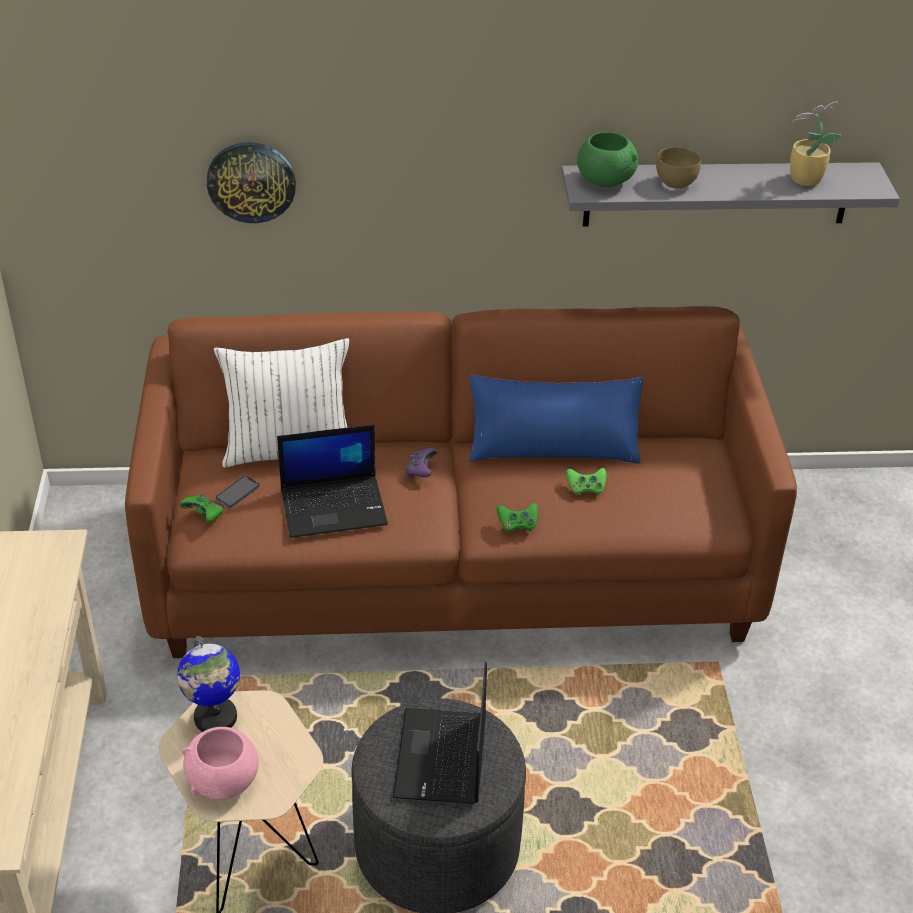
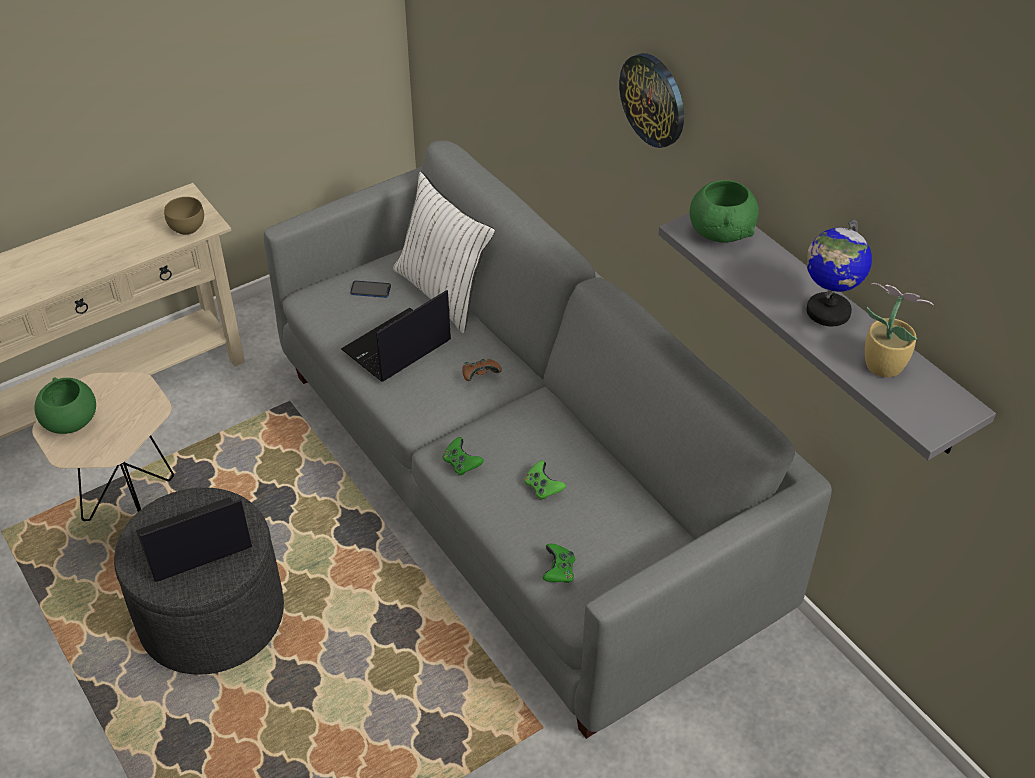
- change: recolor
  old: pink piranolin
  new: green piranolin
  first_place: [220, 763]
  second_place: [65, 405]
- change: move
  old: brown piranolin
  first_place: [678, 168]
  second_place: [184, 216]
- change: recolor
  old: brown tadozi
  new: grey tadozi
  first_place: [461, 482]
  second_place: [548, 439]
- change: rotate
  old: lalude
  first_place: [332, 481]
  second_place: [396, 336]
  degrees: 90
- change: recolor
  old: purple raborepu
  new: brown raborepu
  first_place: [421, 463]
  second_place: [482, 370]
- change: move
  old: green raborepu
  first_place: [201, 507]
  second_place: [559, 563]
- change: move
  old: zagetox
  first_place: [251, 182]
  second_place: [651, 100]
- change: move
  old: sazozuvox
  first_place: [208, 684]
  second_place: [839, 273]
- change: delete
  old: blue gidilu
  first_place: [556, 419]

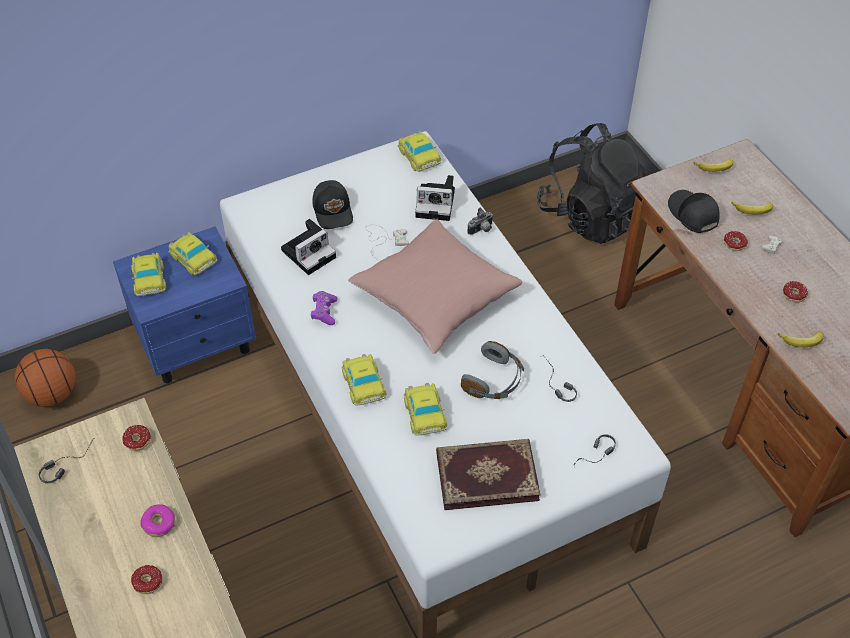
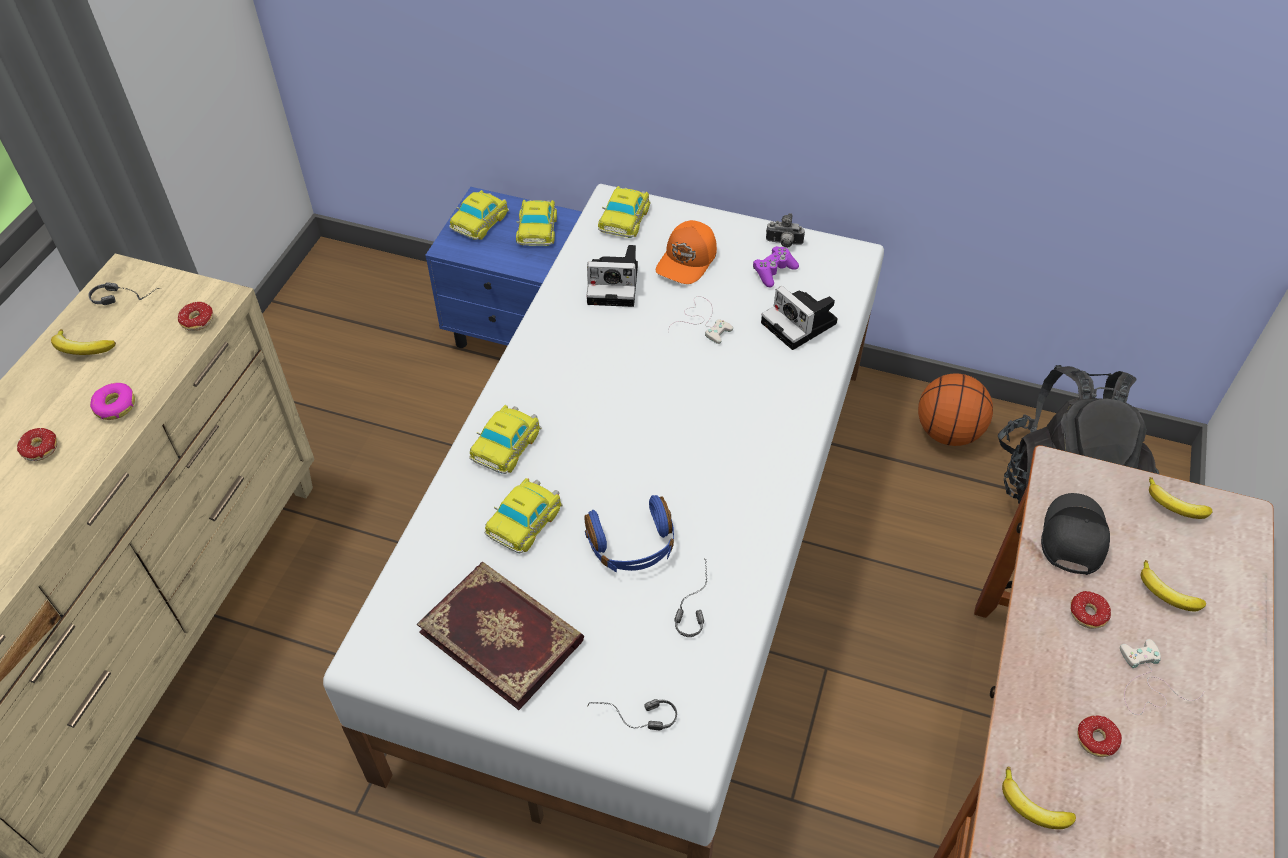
- change: insert
  new: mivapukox
  second_place: [83, 342]
- change: recolor
  old: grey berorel
  new: blue berorel
  first_place: [492, 370]
  second_place: [629, 533]
- change: move
  old: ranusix
  first_place: [419, 151]
  second_place: [624, 212]
- change: recolor
  old: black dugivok
  new: orange dugivok
  first_place: [333, 204]
  second_place: [686, 252]
- change: move
  old: purple raborepu
  first_place: [324, 308]
  second_place: [776, 266]
- change: move
  old: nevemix
  first_place: [480, 221]
  second_place: [785, 230]
- change: move
  old: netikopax
  first_place: [45, 378]
  second_place: [955, 409]
- change: delete
  old: pink gidilu
  first_place: [435, 286]

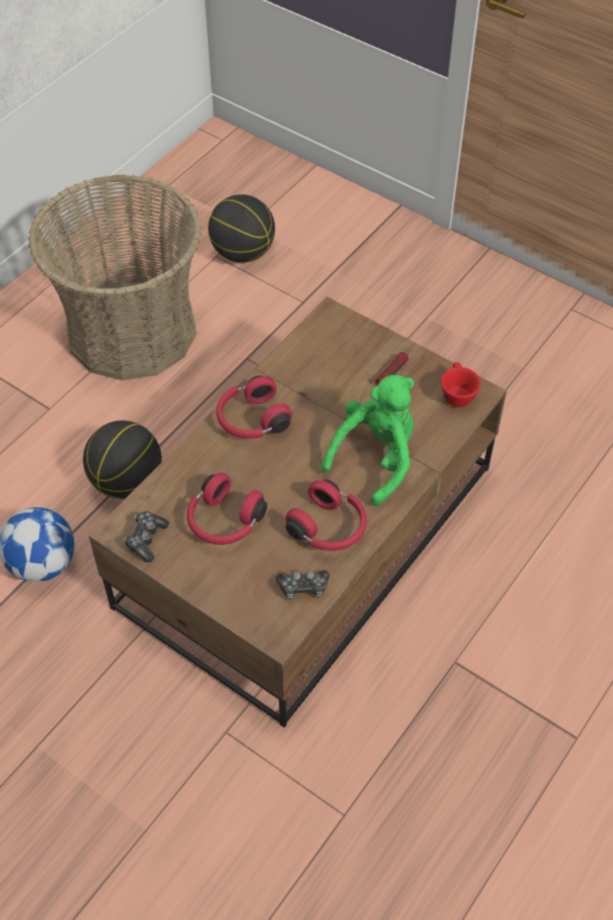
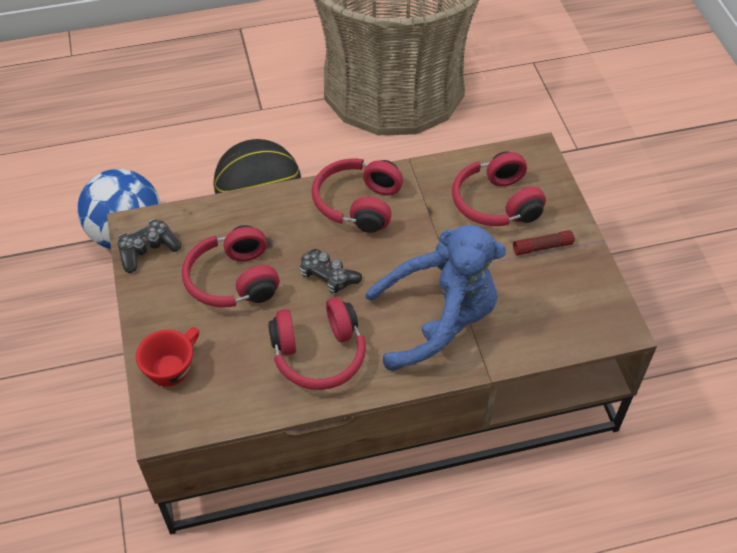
- change: move
  old: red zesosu
  first_place: [461, 384]
  second_place: [167, 357]
- change: move
  old: raborepu
  first_place: [302, 585]
  second_place: [331, 271]
- change: recolor
  old: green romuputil
  new: blue romuputil
  first_place: [367, 440]
  second_place: [436, 298]
- change: insert
  new: red berorel
  second_place: [499, 189]
- change: delete
  old: netikopax
  first_place: [241, 228]

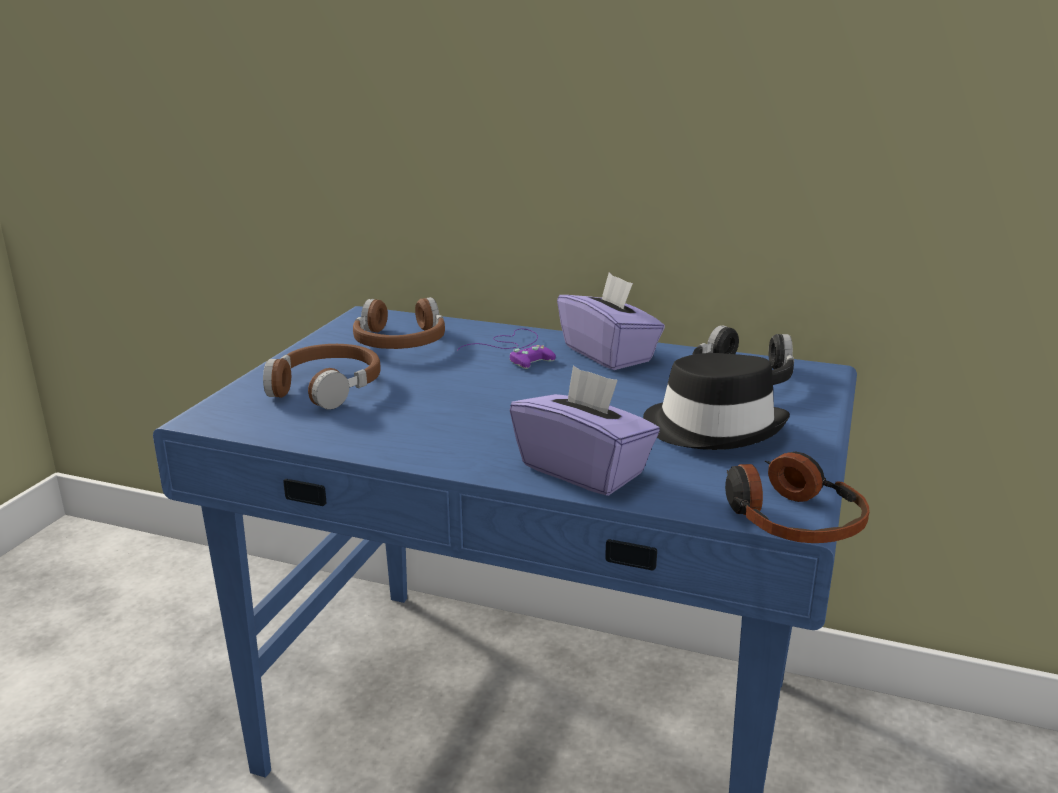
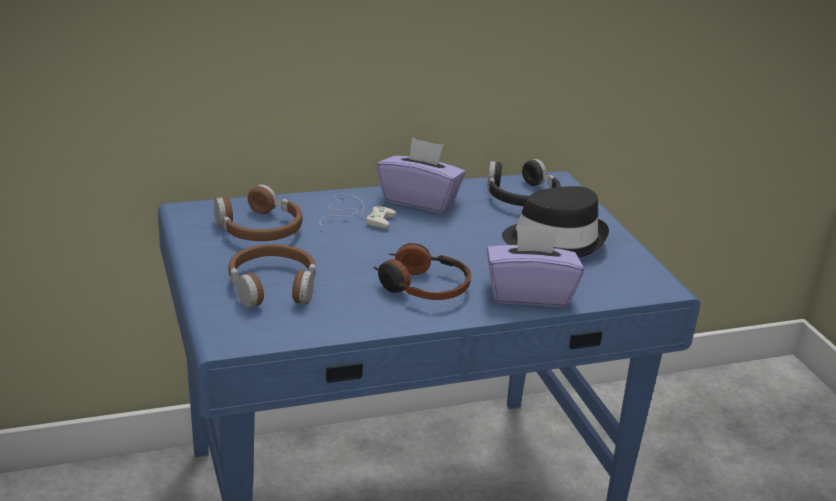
- change: recolor
  old: purple raborepu
  new: white raborepu
  first_place: [506, 349]
  second_place: [358, 211]
- change: move
  old: berorel
  first_place: [797, 497]
  second_place: [422, 271]

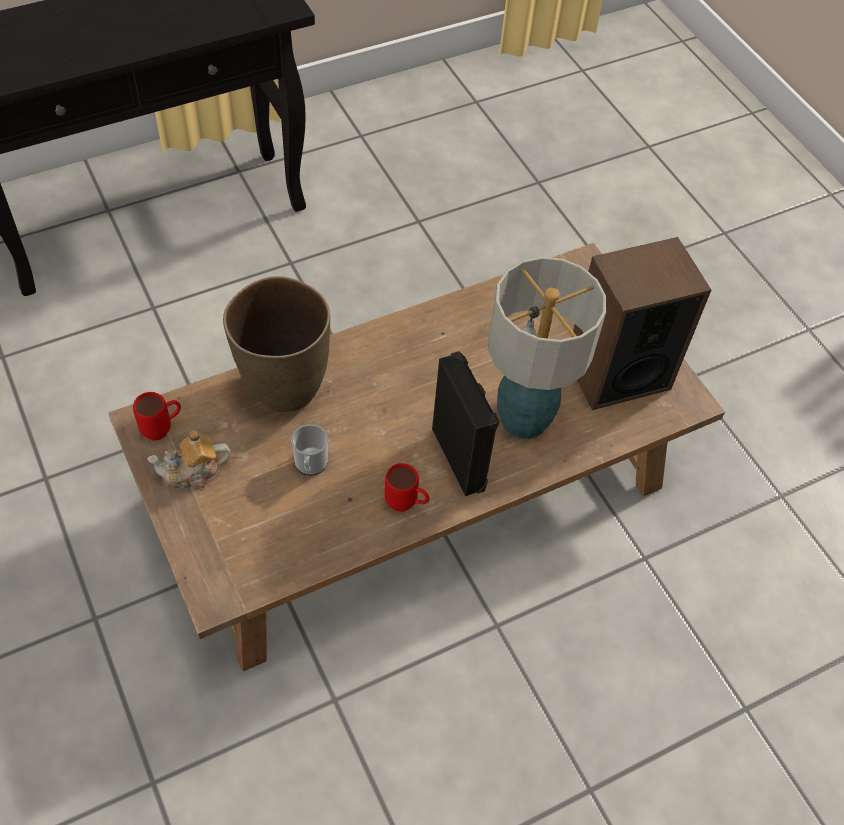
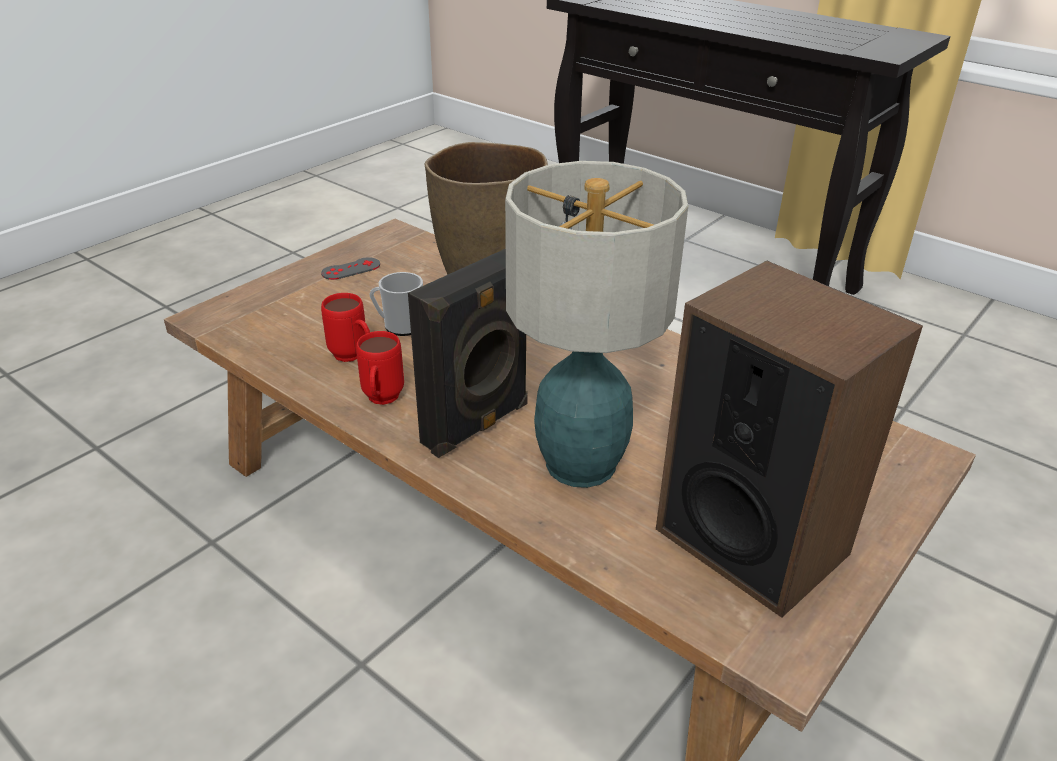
- change: replace
  old: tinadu
  new: grey raborepu
  first_place: [188, 459]
  second_place: [350, 268]
- change: move
  old: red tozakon
  first_place: [157, 416]
  second_place: [345, 327]

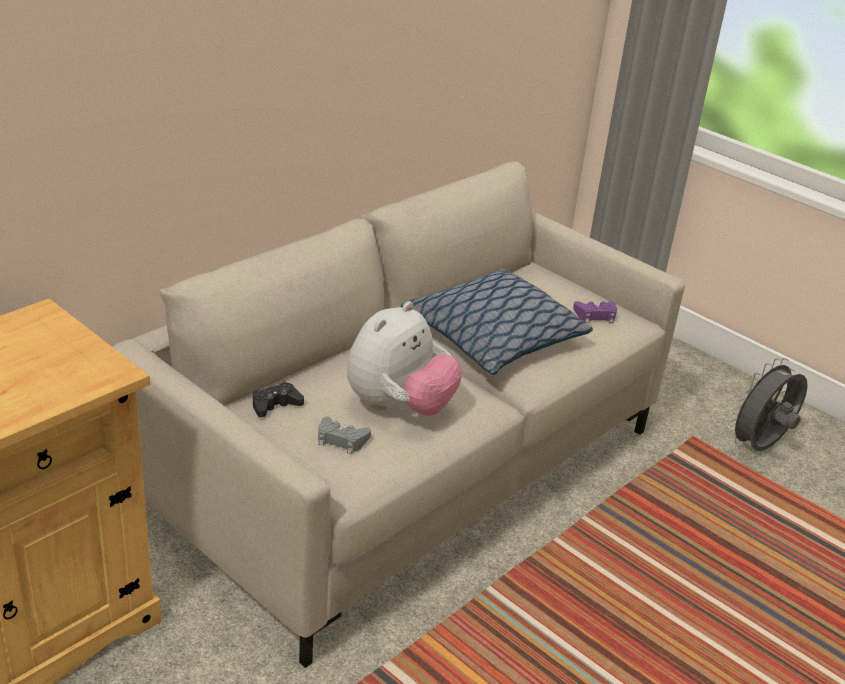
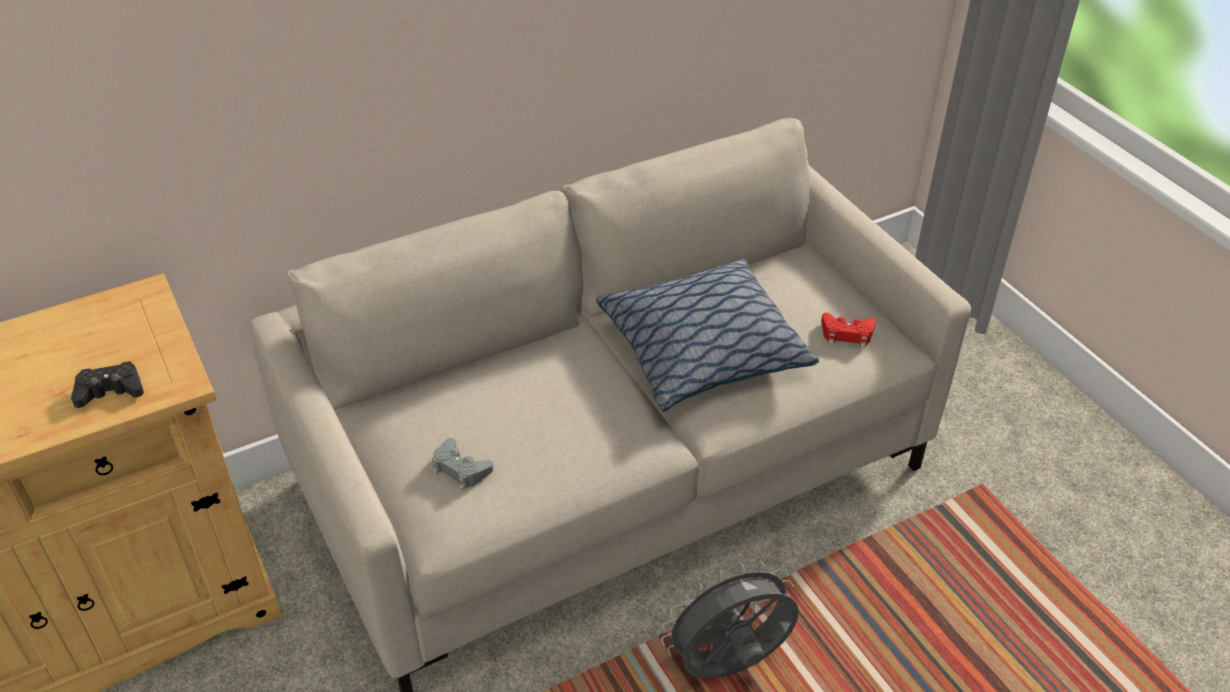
- change: move
  old: black raborepu
  first_place: [278, 399]
  second_place: [107, 384]
- change: move
  old: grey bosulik
  first_place: [767, 404]
  second_place: [730, 619]
- change: recolor
  old: purple raborepu
  new: red raborepu
  first_place: [595, 312]
  second_place: [848, 330]
- change: delete
  old: romuputil
  first_place: [404, 358]

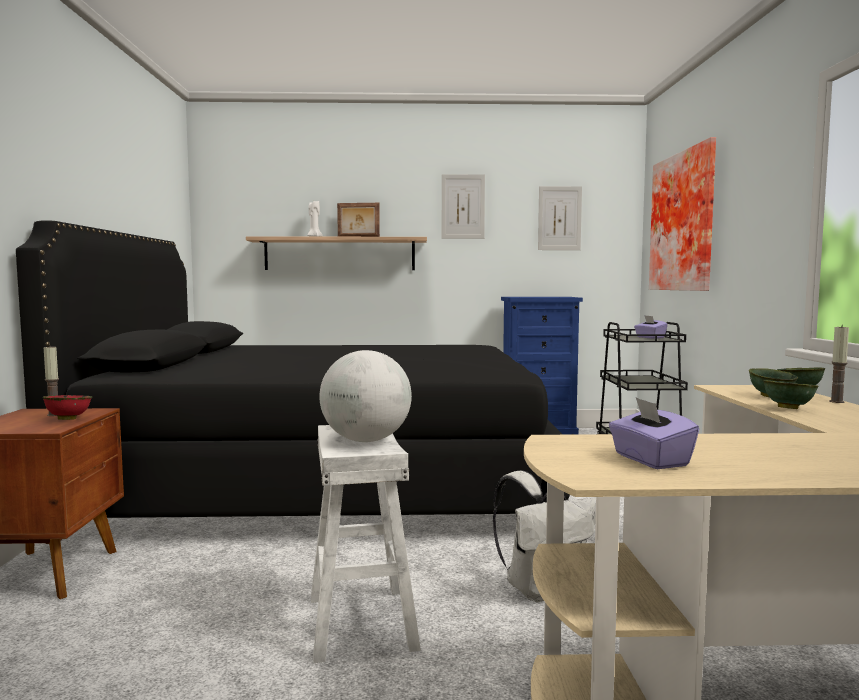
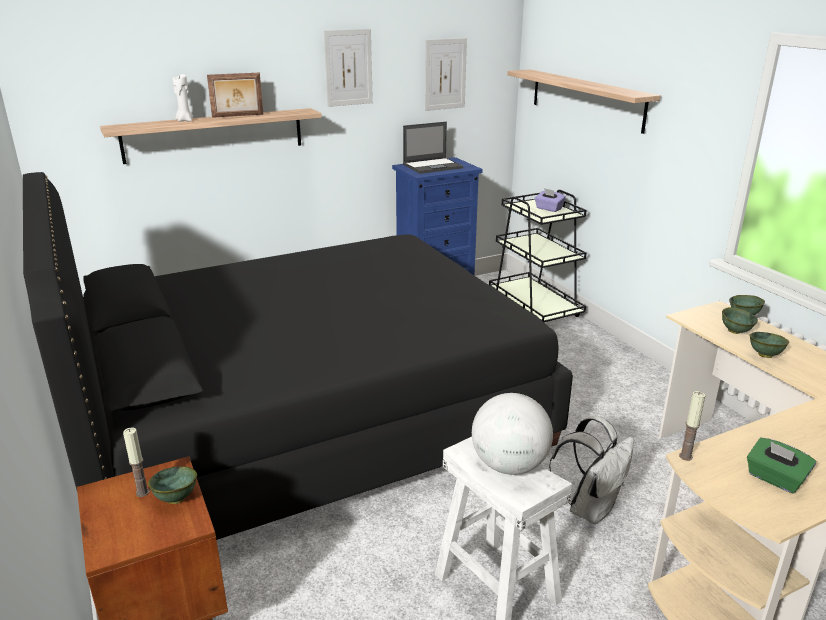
- change: recolor
  old: red piranolin
  new: green piranolin
  first_place: [67, 407]
  second_place: [172, 485]
- change: insert
  new: lalude
  second_place: [433, 148]
- change: replace
  old: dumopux
  new: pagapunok
  first_place: [682, 214]
  second_place: [584, 101]
- change: move
  old: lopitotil
  first_place: [839, 364]
  second_place: [692, 426]
- change: recolor
  old: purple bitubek
  new: green bitubek
  first_place: [654, 433]
  second_place: [781, 465]

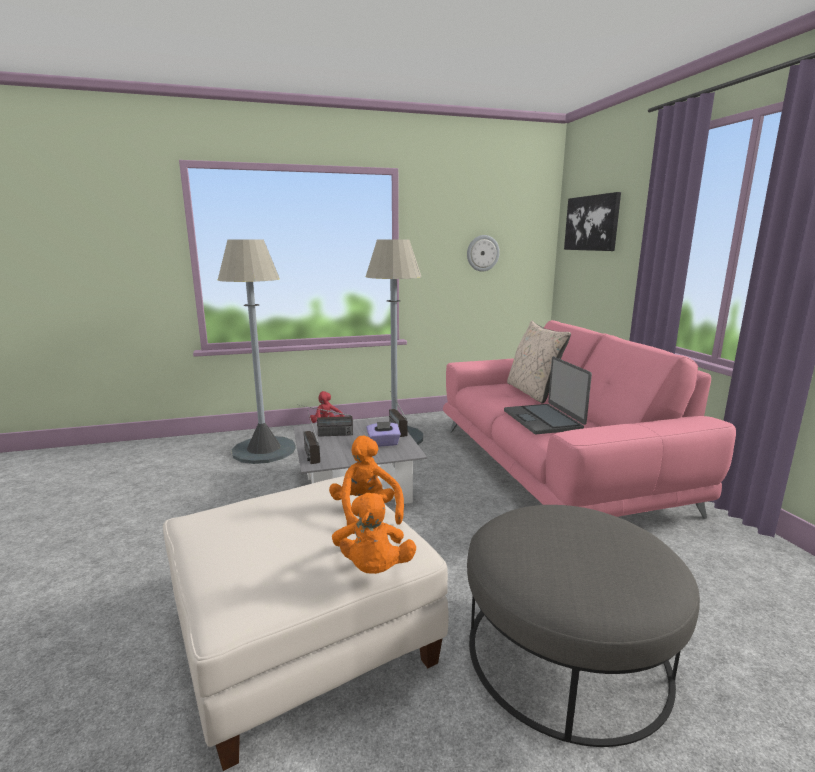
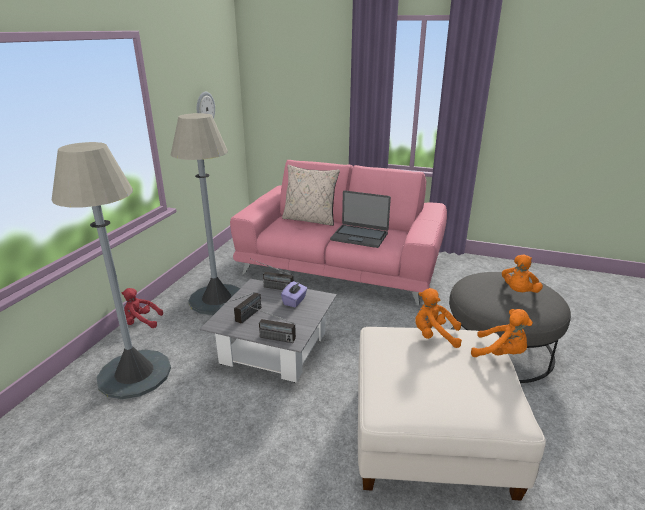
- change: insert
  new: orange romuputil
  second_place: [522, 273]
- change: delete
  old: dumopux
  first_place: [592, 221]

